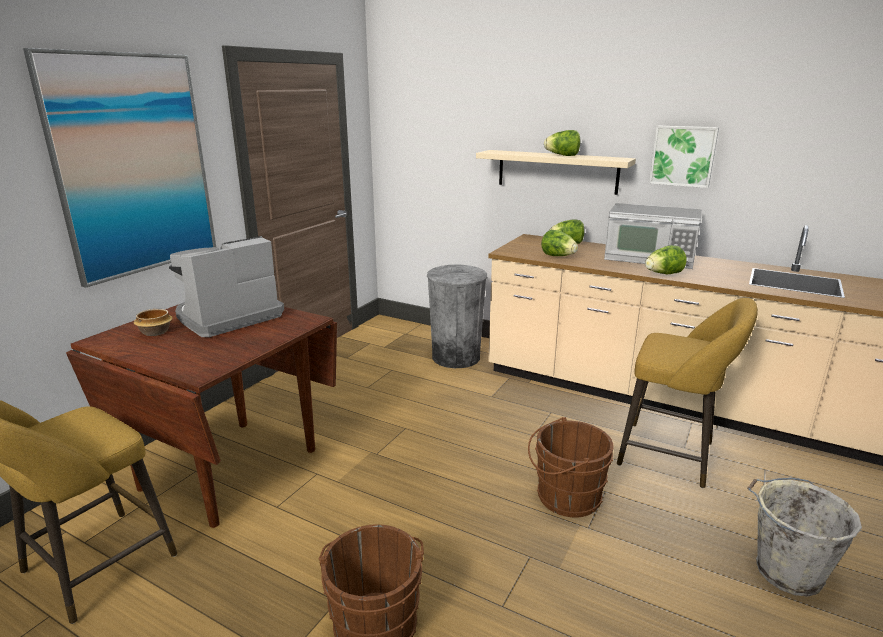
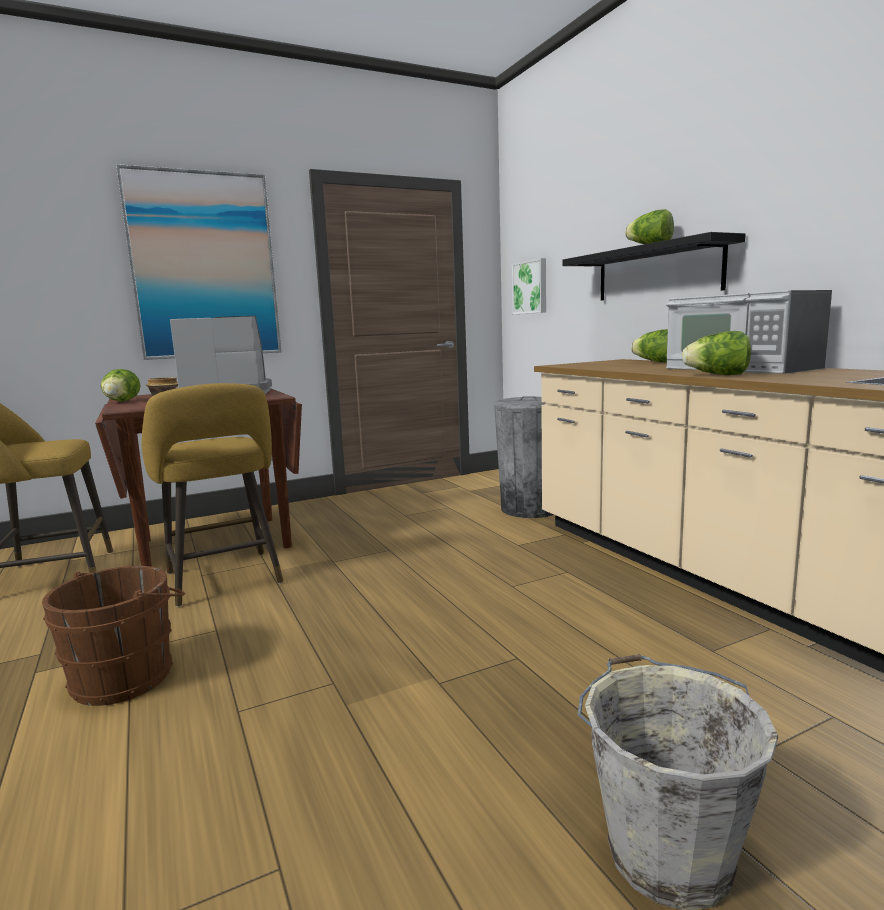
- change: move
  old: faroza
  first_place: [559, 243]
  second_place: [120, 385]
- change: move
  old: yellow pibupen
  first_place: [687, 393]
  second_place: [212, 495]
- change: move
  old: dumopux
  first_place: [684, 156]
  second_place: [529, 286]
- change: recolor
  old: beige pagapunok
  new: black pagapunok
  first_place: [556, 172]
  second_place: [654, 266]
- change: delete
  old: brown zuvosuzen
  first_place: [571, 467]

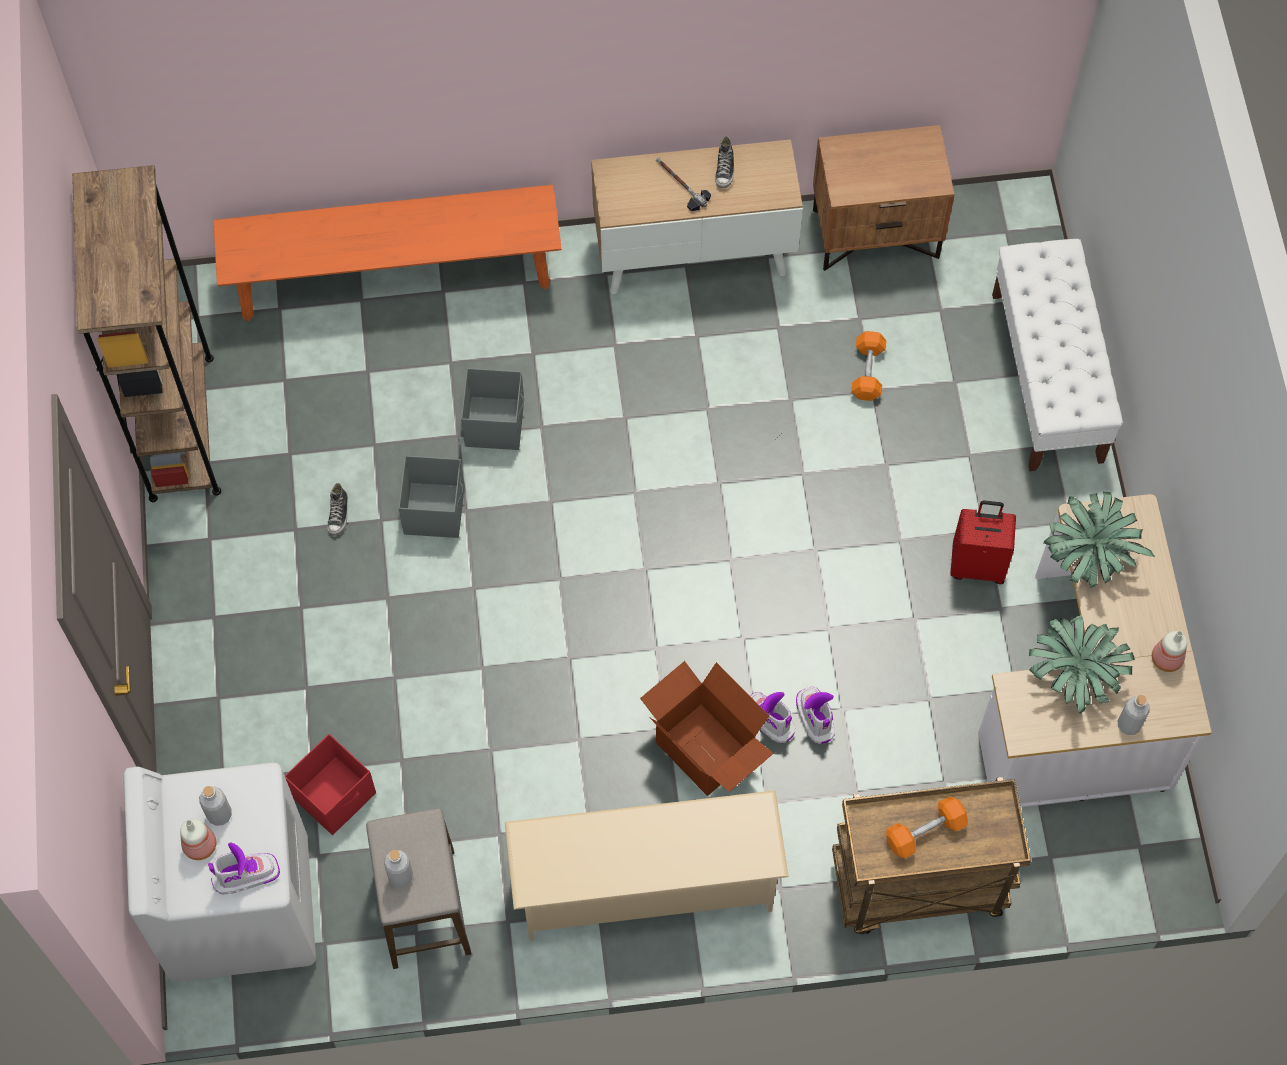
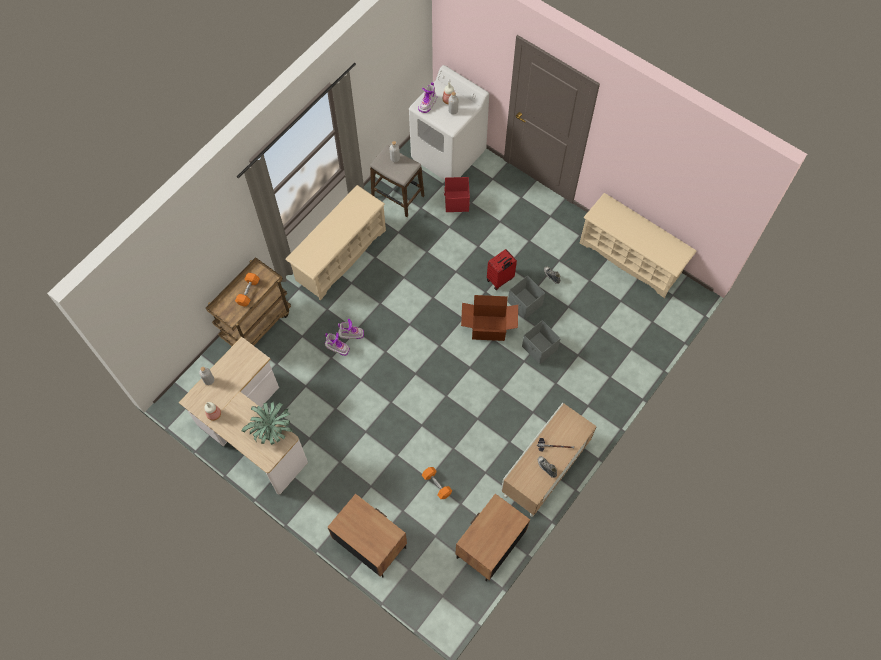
- change: replace
  old: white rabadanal
  new: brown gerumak
  first_place: [1057, 355]
  second_place: [367, 536]
- change: move
  old: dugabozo
  first_place: [707, 728]
  second_place: [489, 318]
- change: move
  old: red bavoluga
  first_place: [983, 542]
  second_place: [502, 269]
- change: replace
  old: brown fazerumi
  new: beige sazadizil
  first_place: [146, 333]
  second_place: [638, 245]
- change: delete
  old: orange rabadanal
  first_place: [387, 253]
- change: delete
  old: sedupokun
  first_place: [1082, 664]

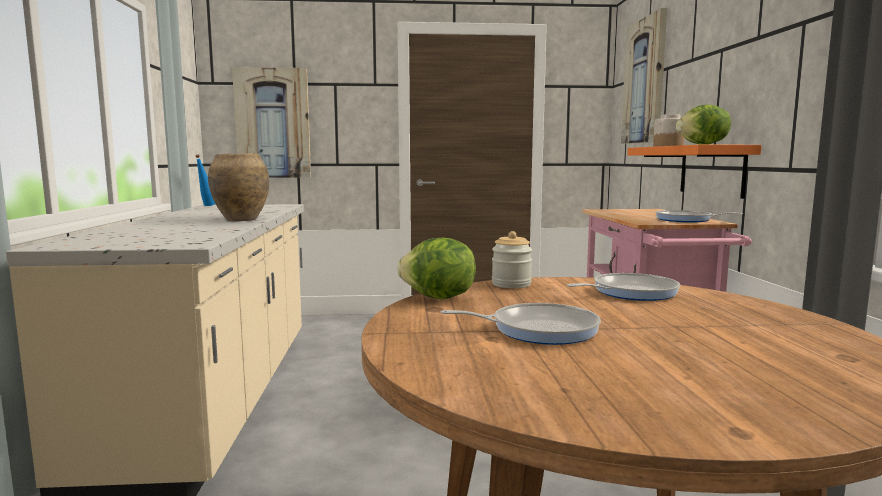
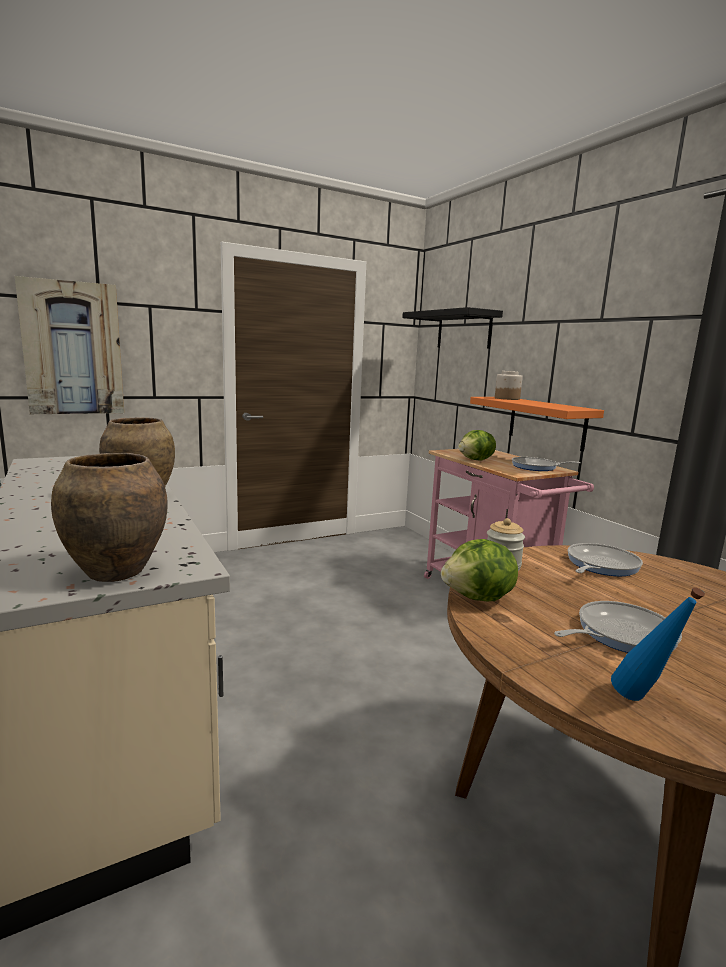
- change: insert
  new: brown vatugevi
  second_place: [109, 517]
- change: replace
  old: dumopux
  new: black pagapunok
  first_place: [644, 76]
  second_place: [452, 328]
- change: move
  old: faroza
  first_place: [703, 124]
  second_place: [477, 445]
- change: move
  old: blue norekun
  first_place: [205, 180]
  second_place: [658, 644]

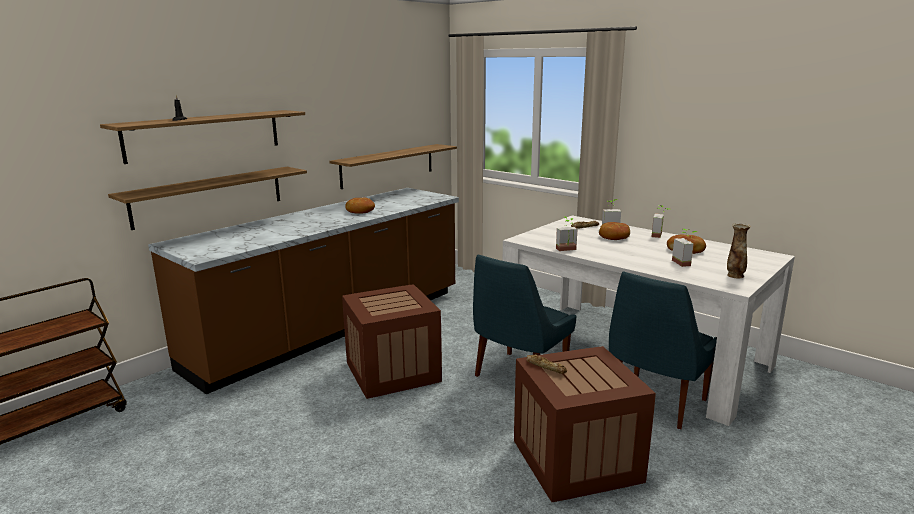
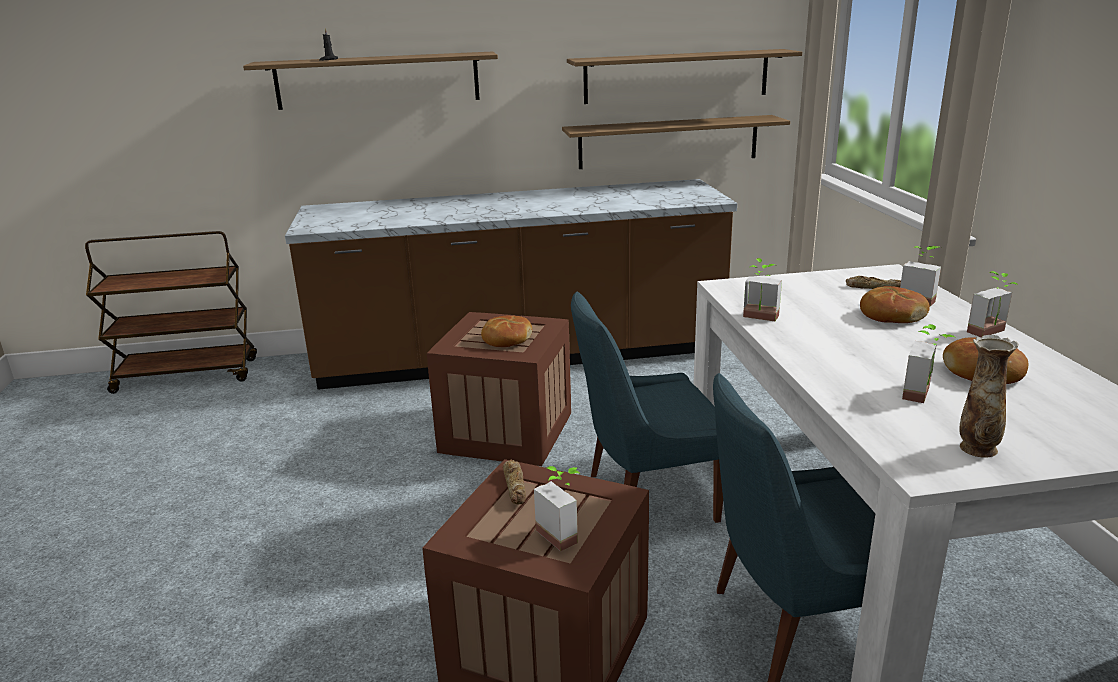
- change: move
  old: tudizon
  first_place: [360, 205]
  second_place: [506, 331]
- change: insert
  new: sedupokun
  second_place: [557, 508]
- change: move
  old: pagapunok
  first_place: [207, 198]
  second_place: [684, 76]

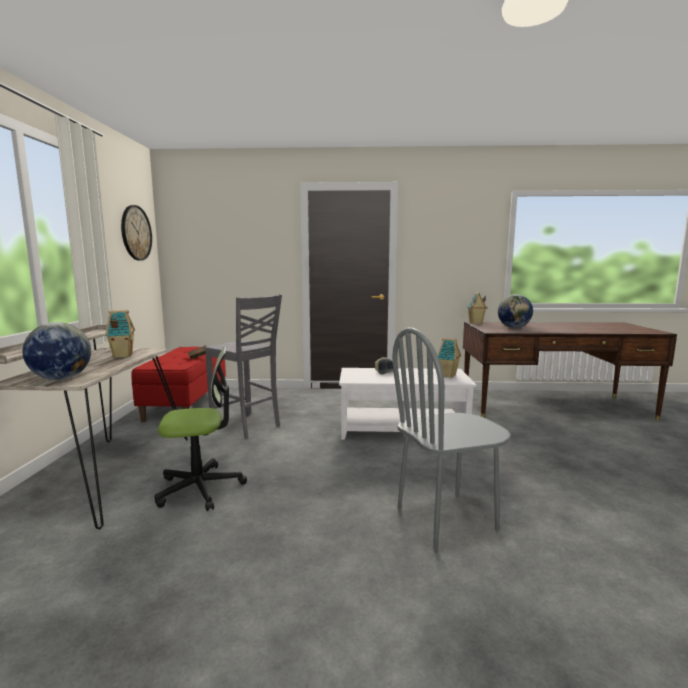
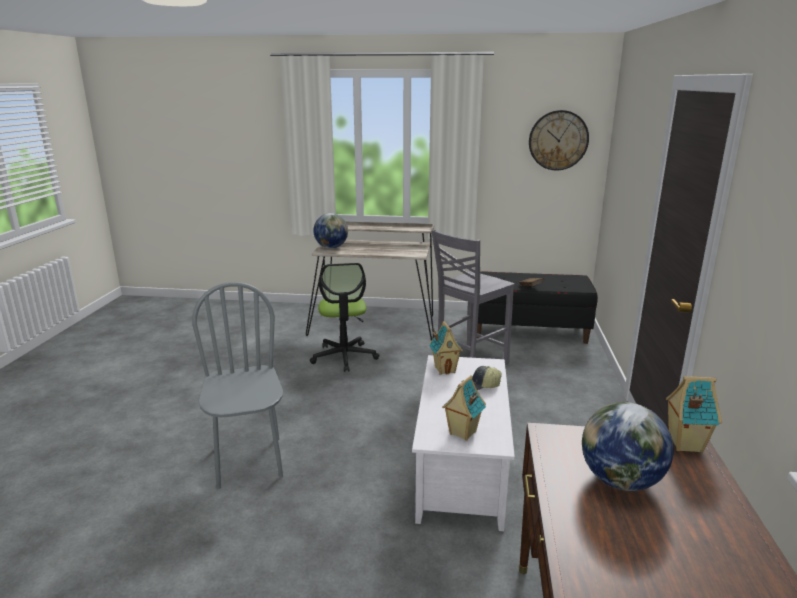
- change: move
  old: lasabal
  first_place: [120, 334]
  second_place: [446, 348]
- change: recolor
  old: red rabadanal
  new: black rabadanal
  first_place: [178, 384]
  second_place: [537, 307]

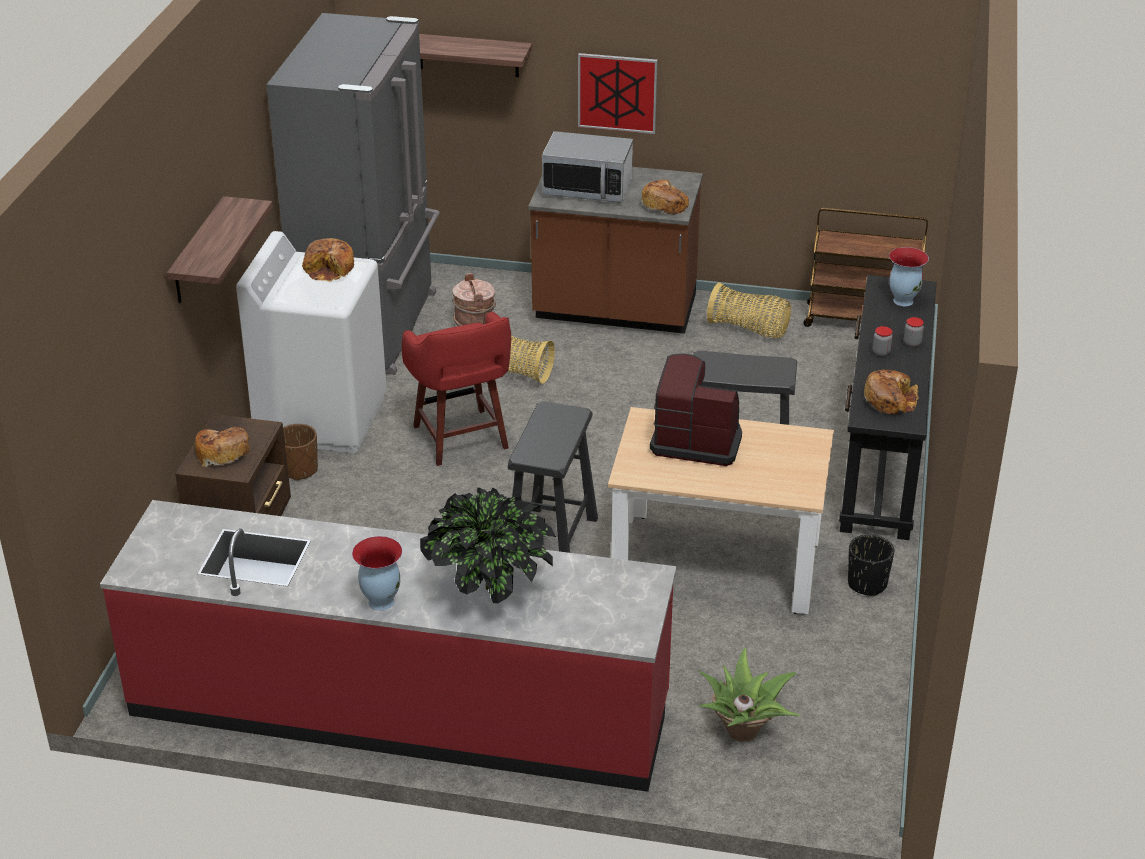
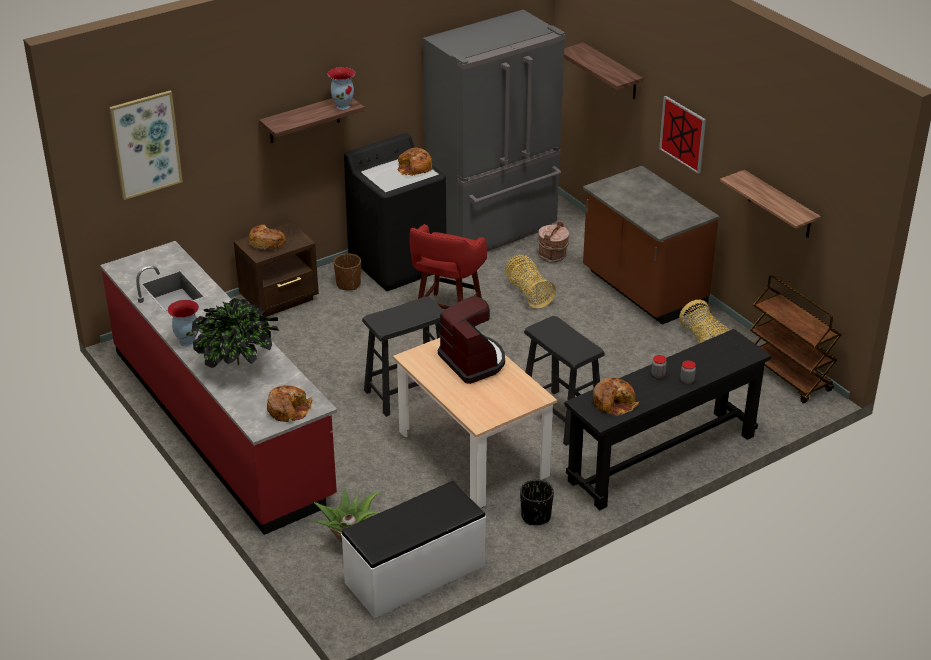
- change: insert
  new: dumopux
  second_place: [146, 145]
- change: move
  old: tudizon
  first_place: [665, 197]
  second_place: [289, 403]
- change: move
  old: vatugevi
  first_place: [909, 276]
  second_place: [341, 88]
- change: insert
  new: white rabadanal
  second_place: [413, 549]
- change: recolor
  old: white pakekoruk
  new: black pakekoruk
  first_place: [311, 342]
  second_place: [395, 212]
- change: insert
  new: pagapunok
  second_place: [770, 204]
- change: delete
  old: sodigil
  first_place: [587, 167]

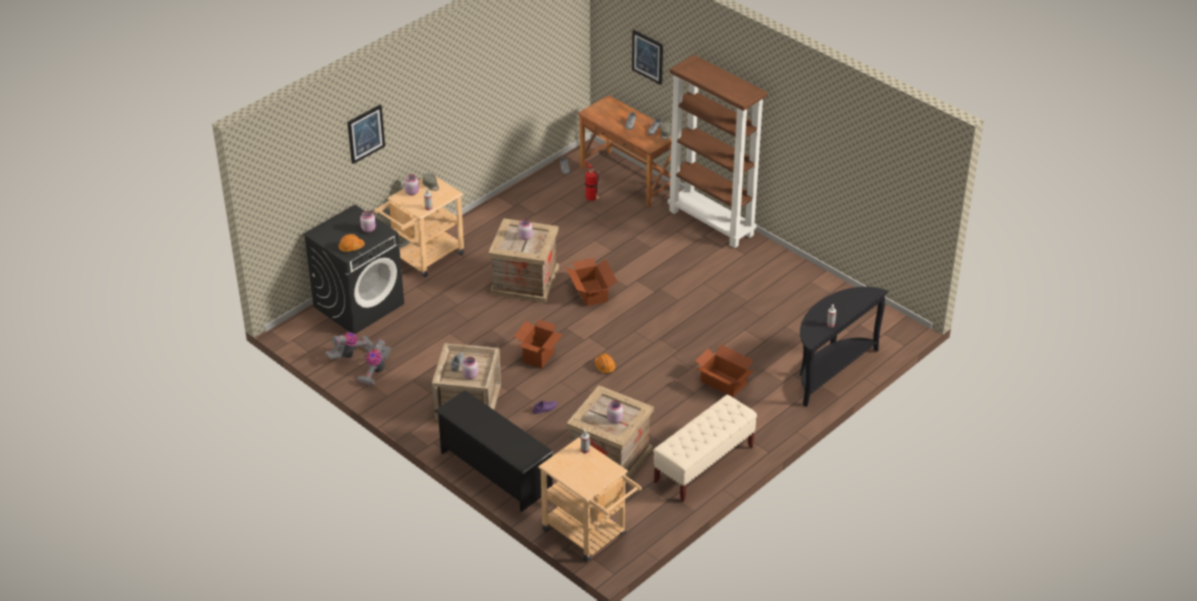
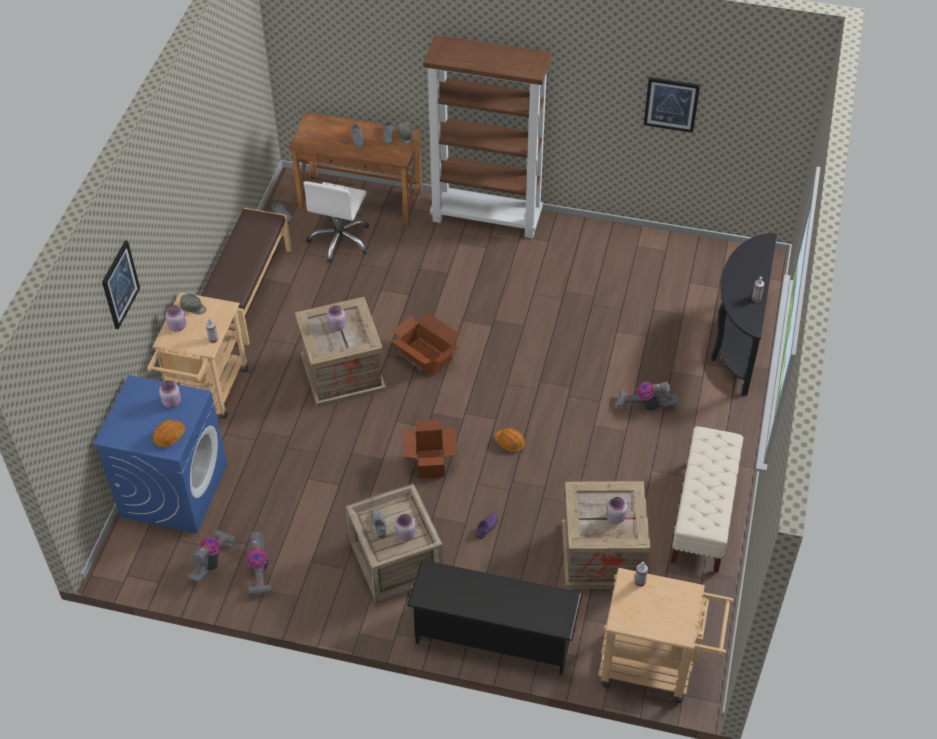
- change: recolor
  old: black pakekoruk
  new: blue pakekoruk
  first_place: [353, 269]
  second_place: [160, 454]
- change: insert
  new: brown rabadanal
  second_place: [246, 276]
- change: replace
  old: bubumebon
  new: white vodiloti
  first_place: [592, 181]
  second_place: [336, 222]
- change: replace
  old: dugabozo
  new: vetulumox
  first_place: [724, 371]
  second_place: [648, 396]
- change: move
  old: dumopux
  first_place: [647, 57]
  second_place: [672, 105]

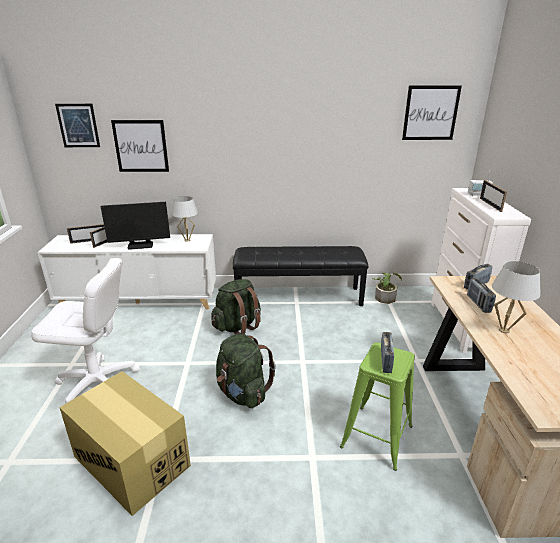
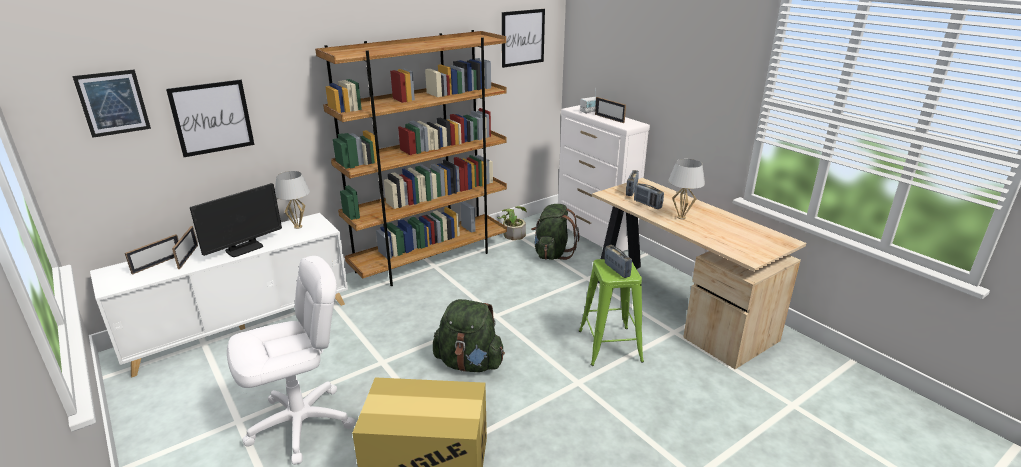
- change: replace
  old: black rabadanal
  new: brown fazerumi
  first_place: [300, 276]
  second_place: [411, 158]
- change: move
  old: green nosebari
  first_place: [236, 306]
  second_place: [555, 232]

